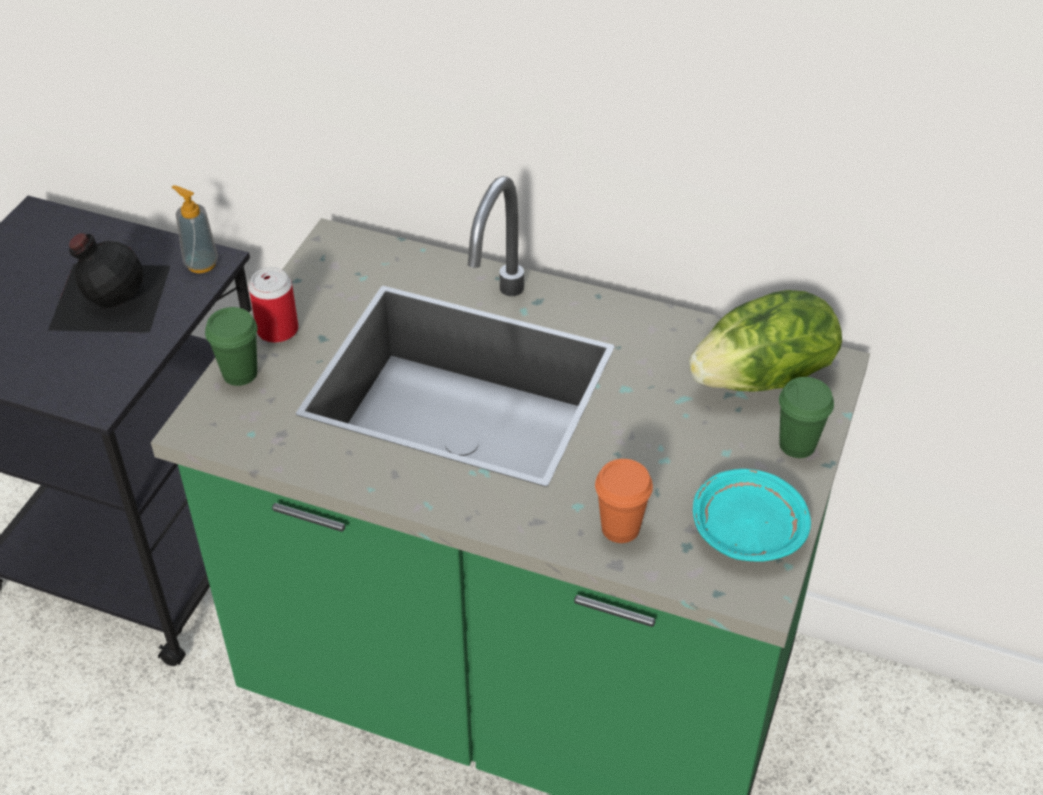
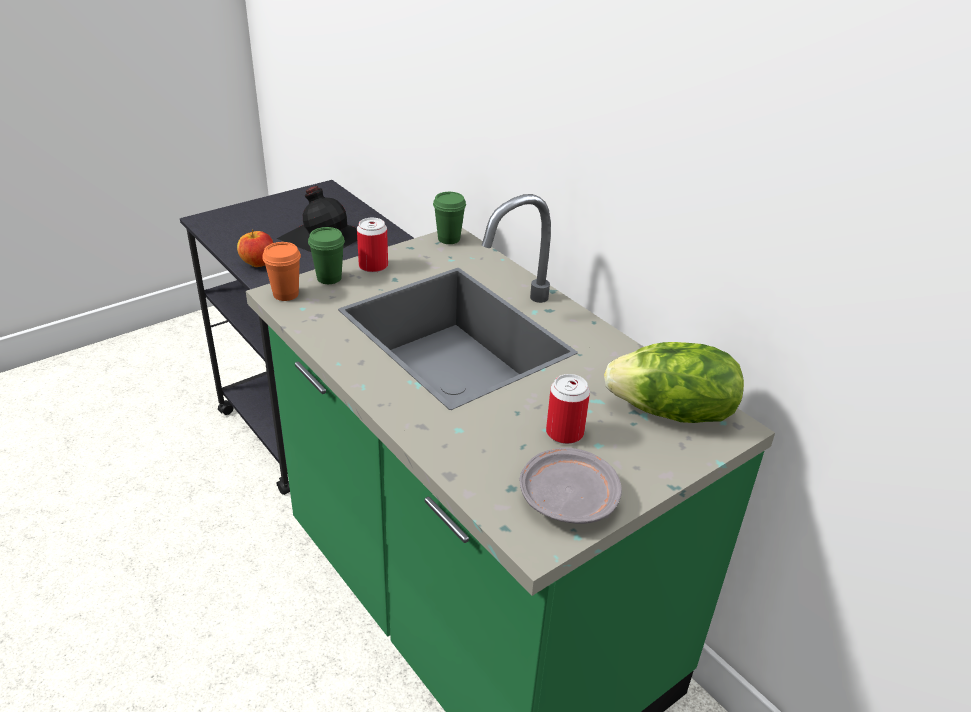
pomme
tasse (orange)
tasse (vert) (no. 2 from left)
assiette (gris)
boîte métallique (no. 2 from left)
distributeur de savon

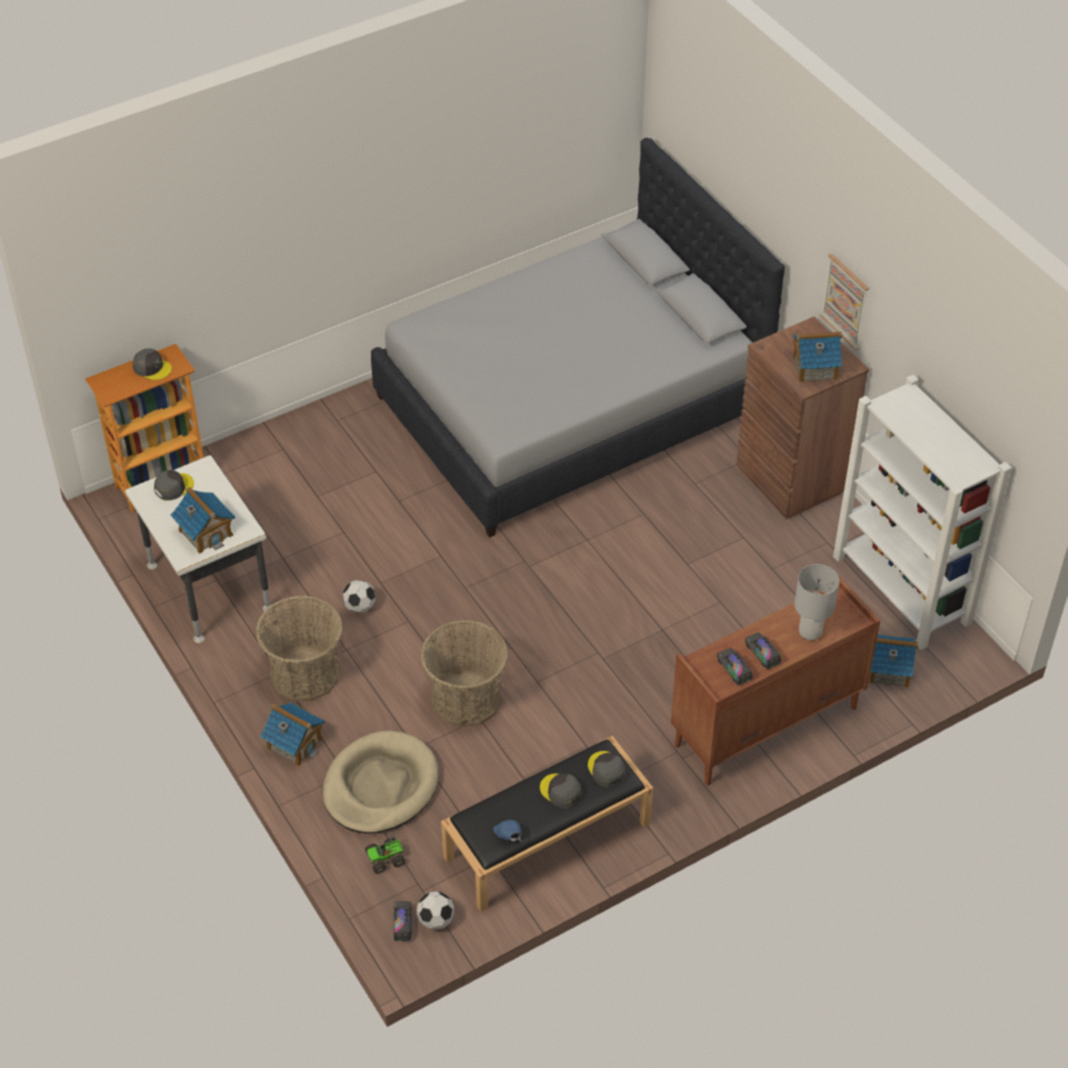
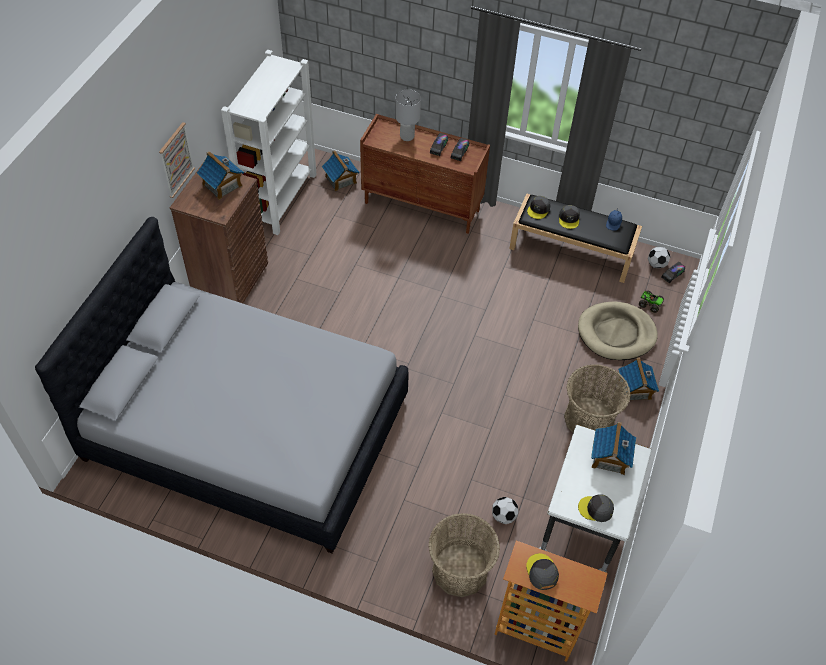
panier (no. 1 from left)
ballon de foot (no. 1 from left)

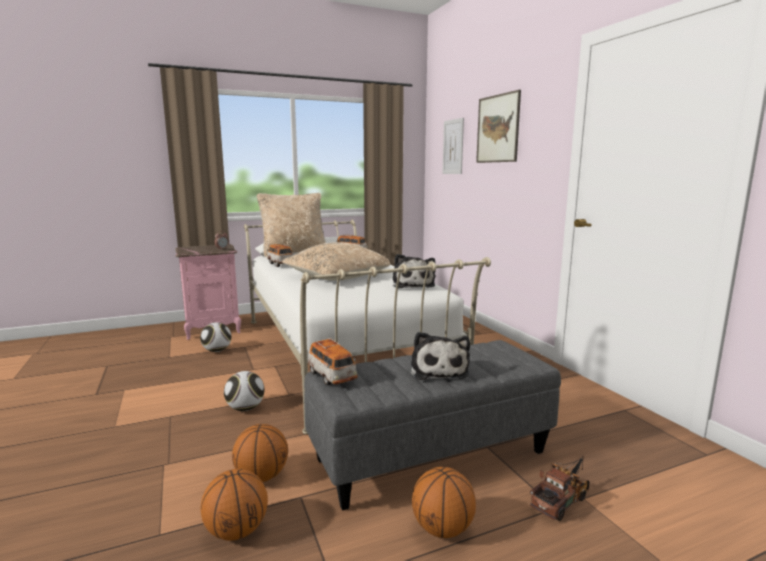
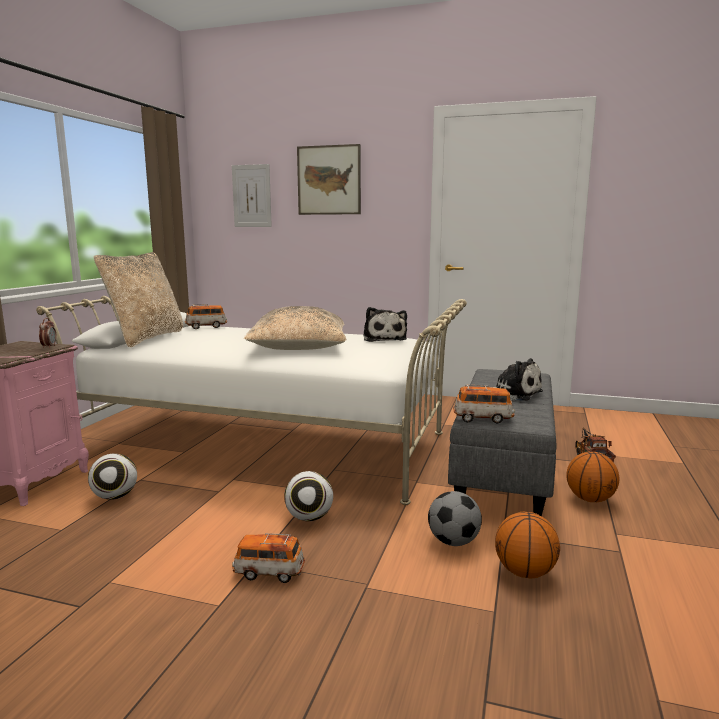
petite voiture (no. 2 from left)
peluche (no. 1 from left)
ballon de foot (no. 3 from left)

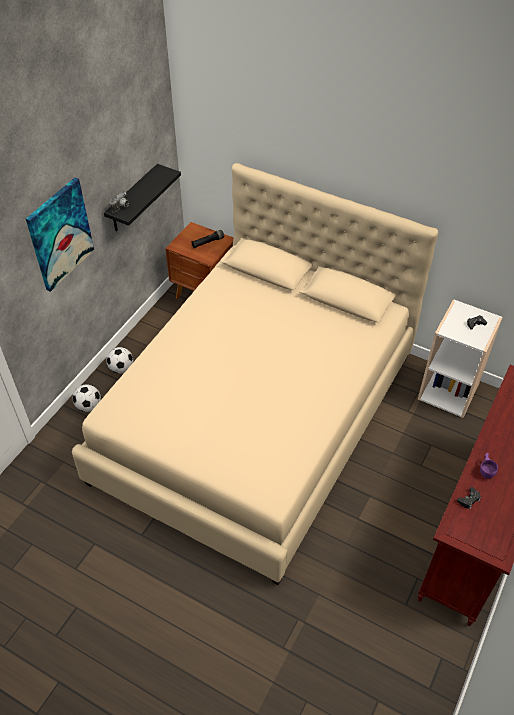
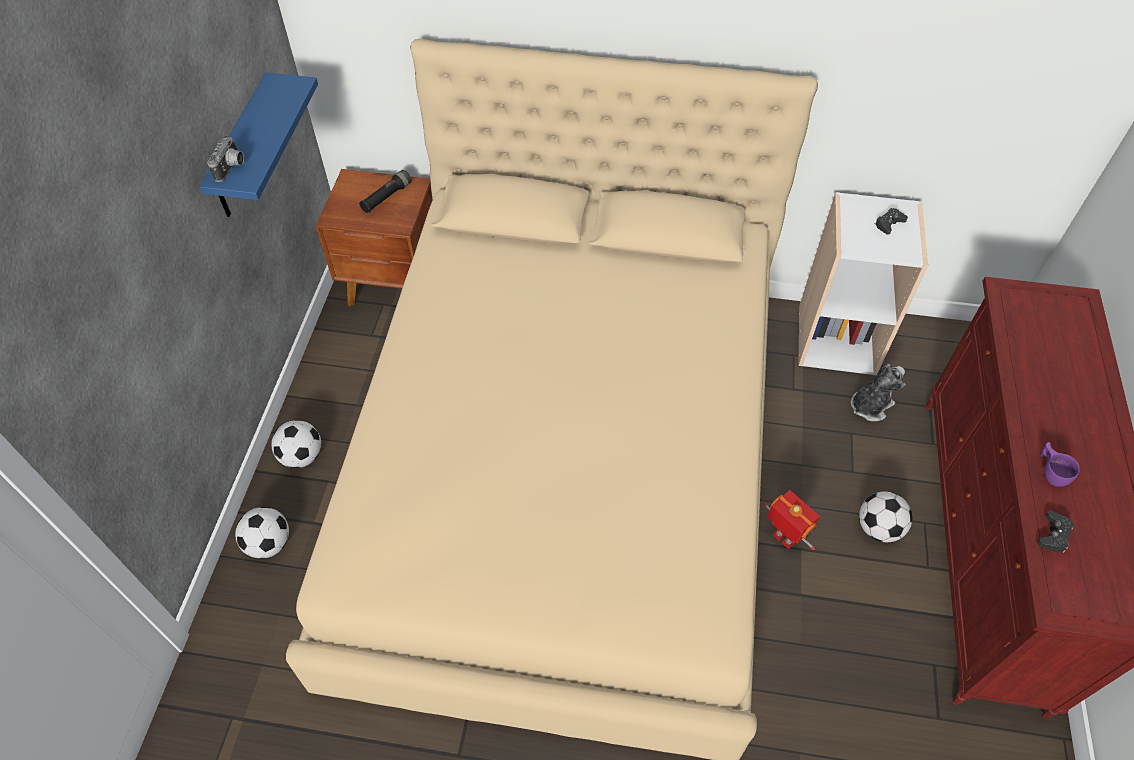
étagère (bleu)
robot jouet
peluche
ballon de foot (no. 3 from left)
tableau

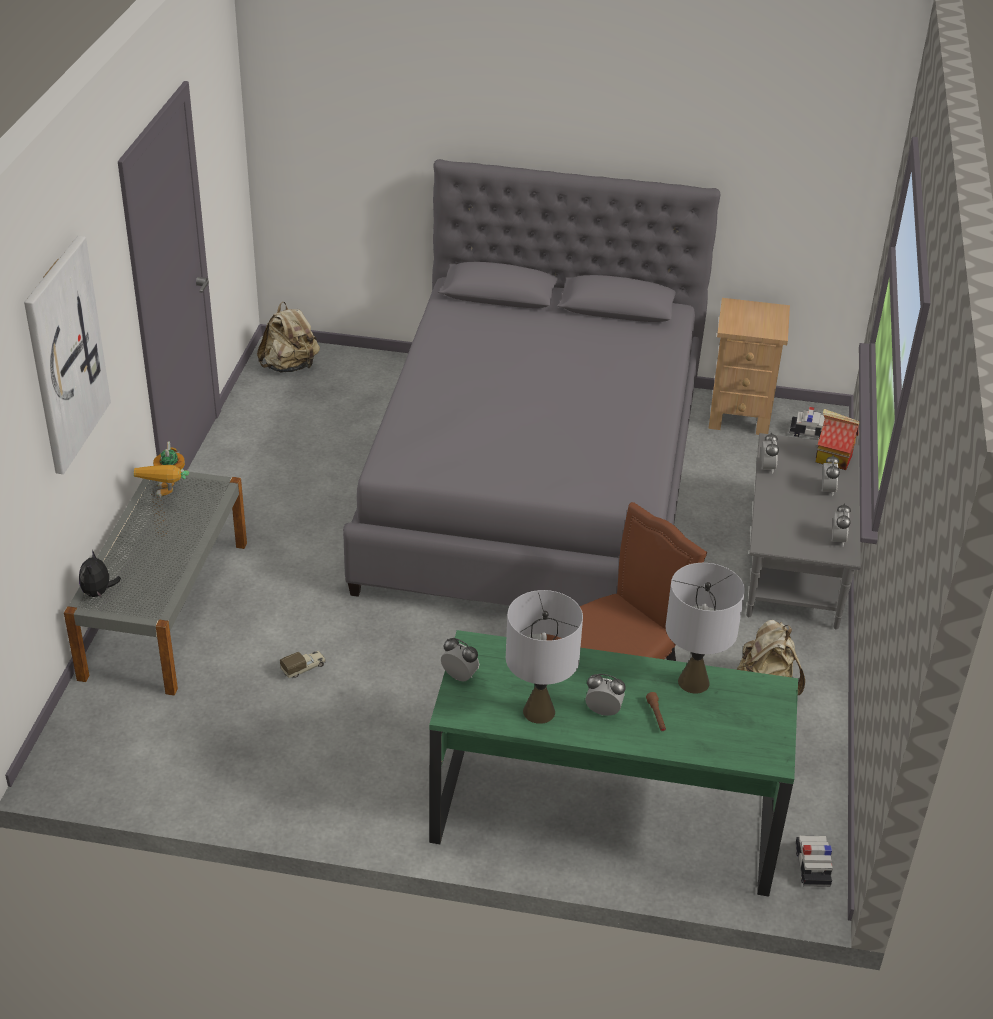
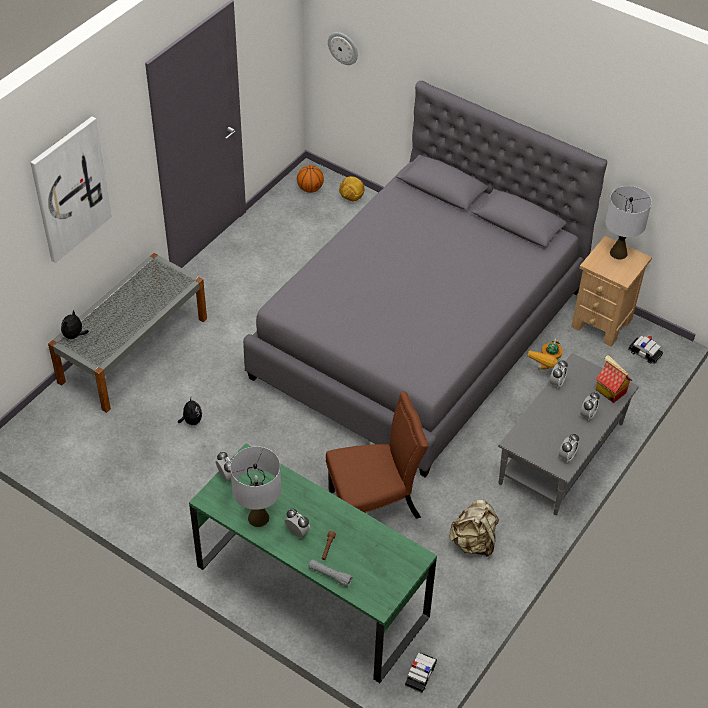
peluche (no. 2 from left)
ballon de basket
lampe de poche (gris)
horloge murale
ballon de foot
robot jouet
lampe de table (gris) (no. 2 from left)

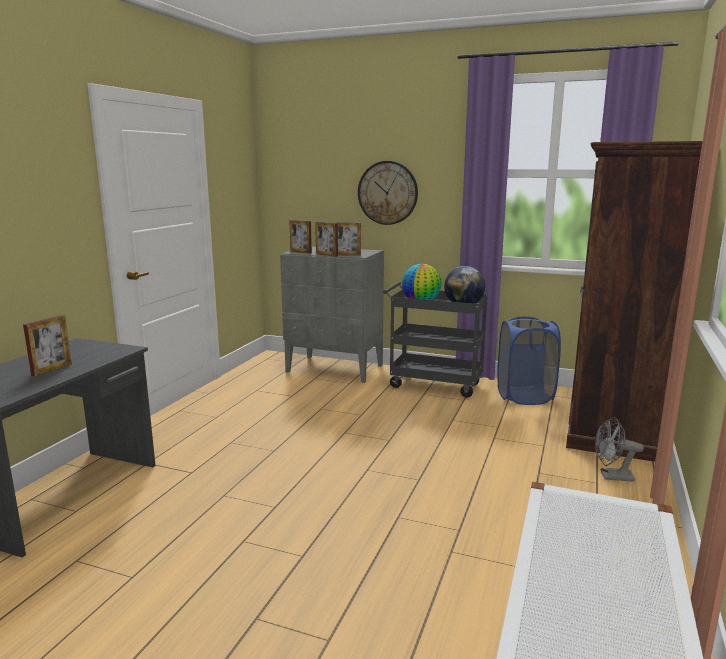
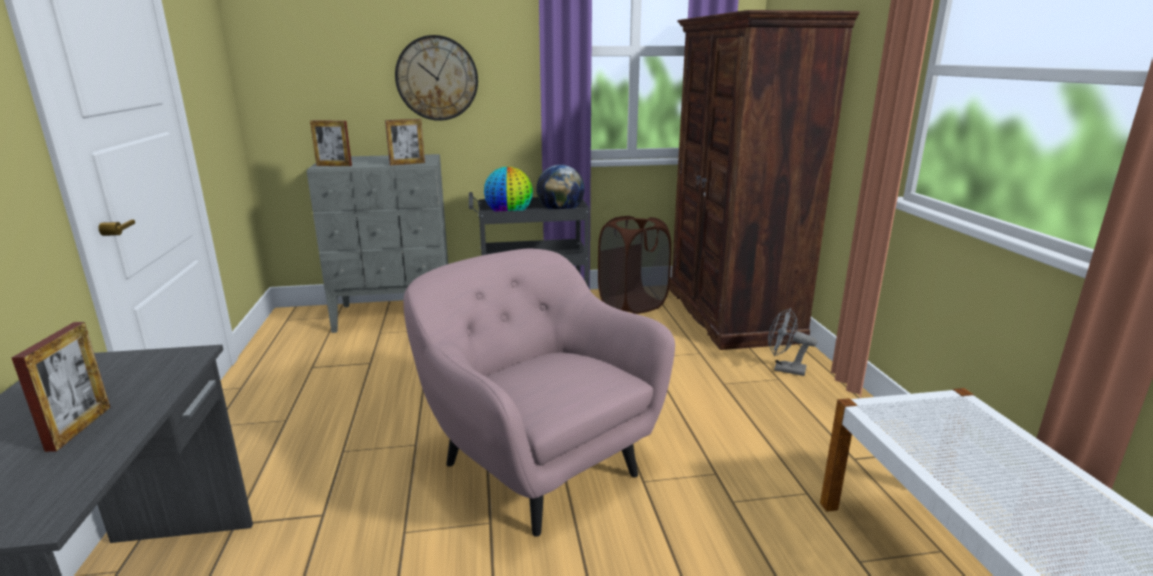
fauteuil (rose)
panier à linge (marron)
ventilateur (gris)
cadre photo (no. 3 from left in the first image)

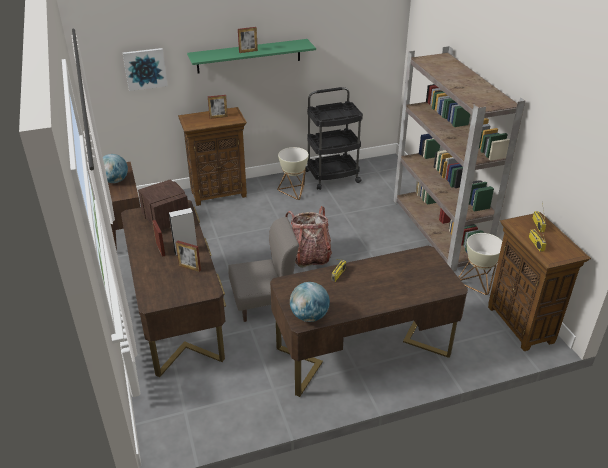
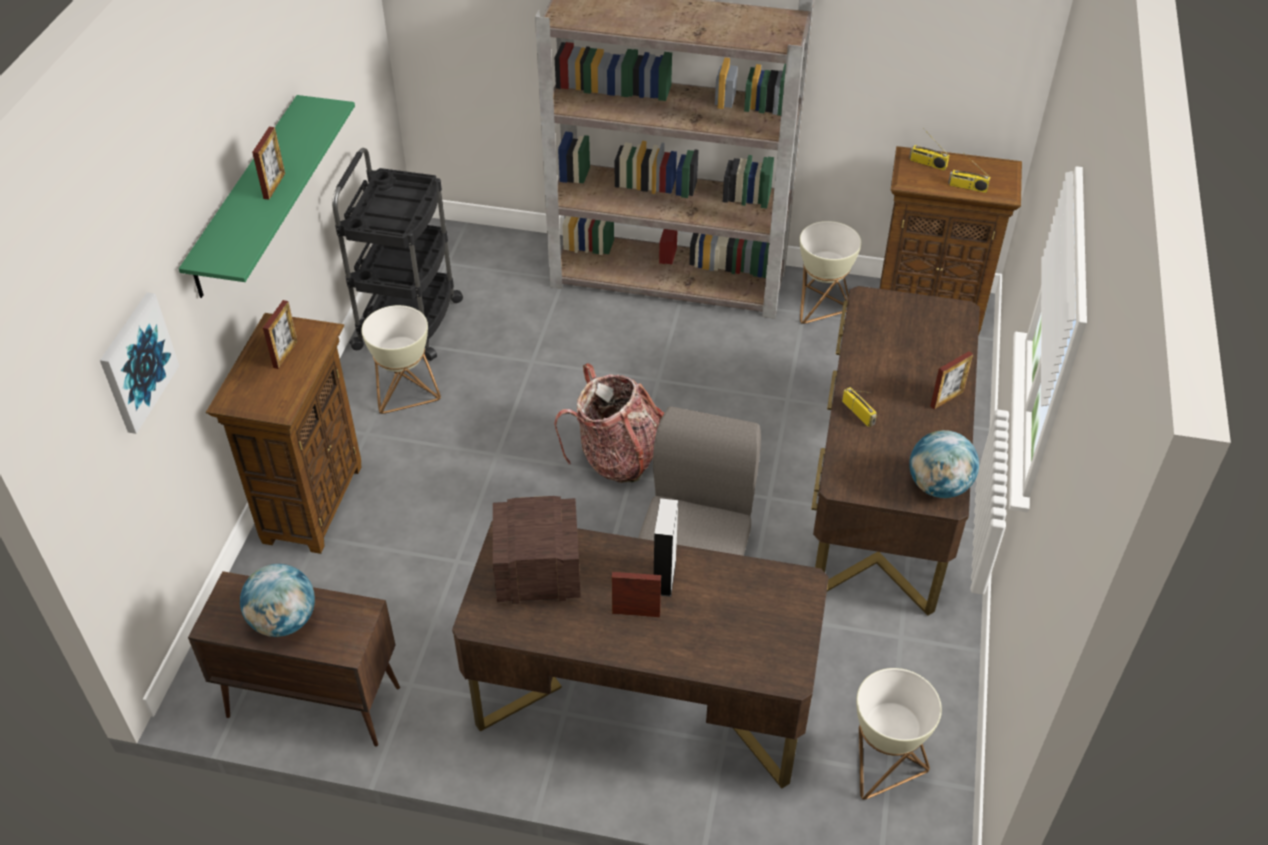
cache-pot (no. 3 from left)
cadre photo (no. 4 from left)

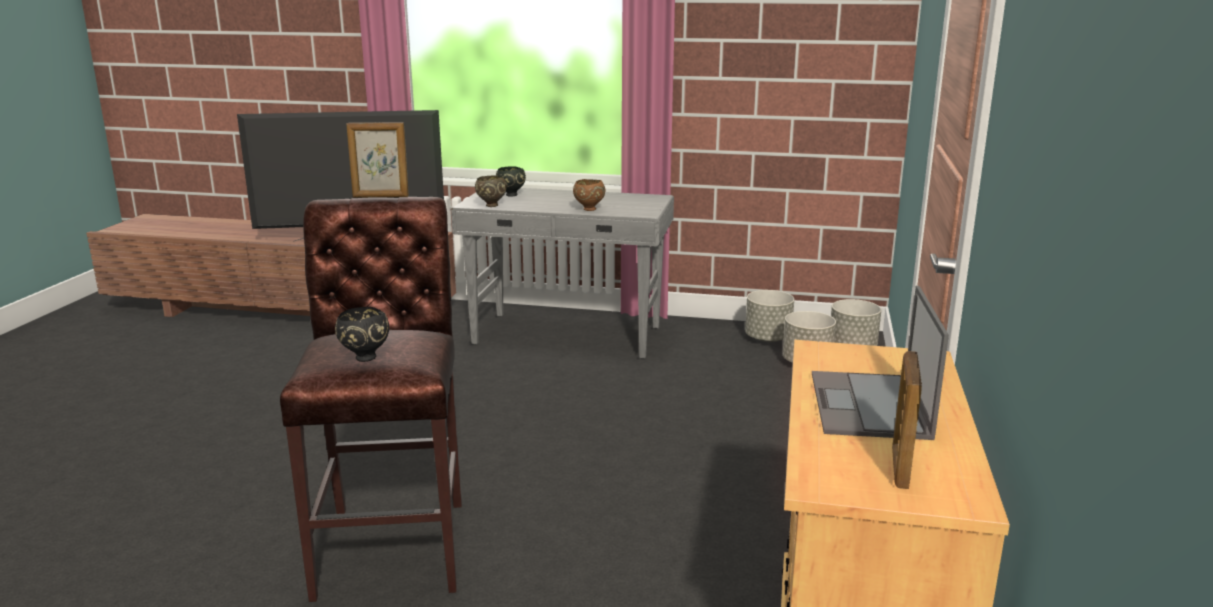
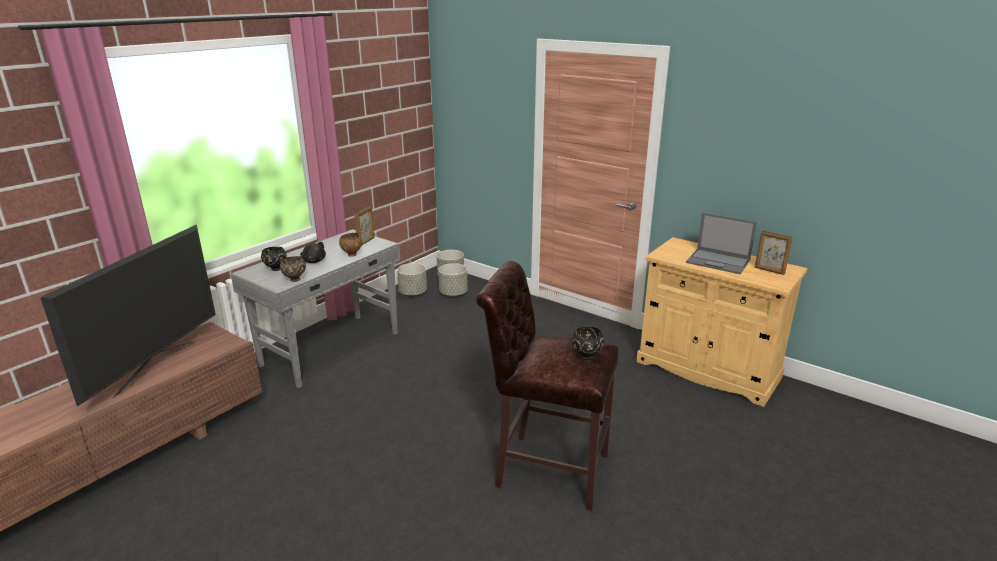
peluche (noir)
cadre photo (no. 1 from left)

